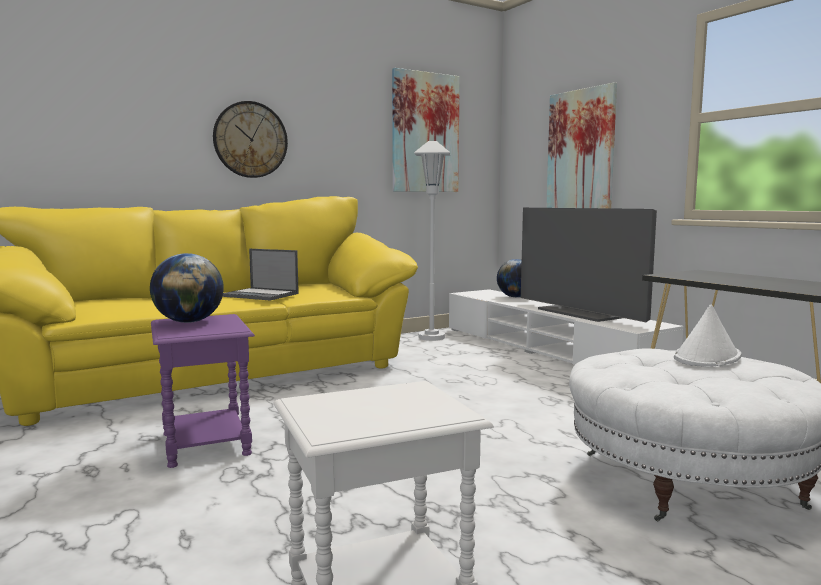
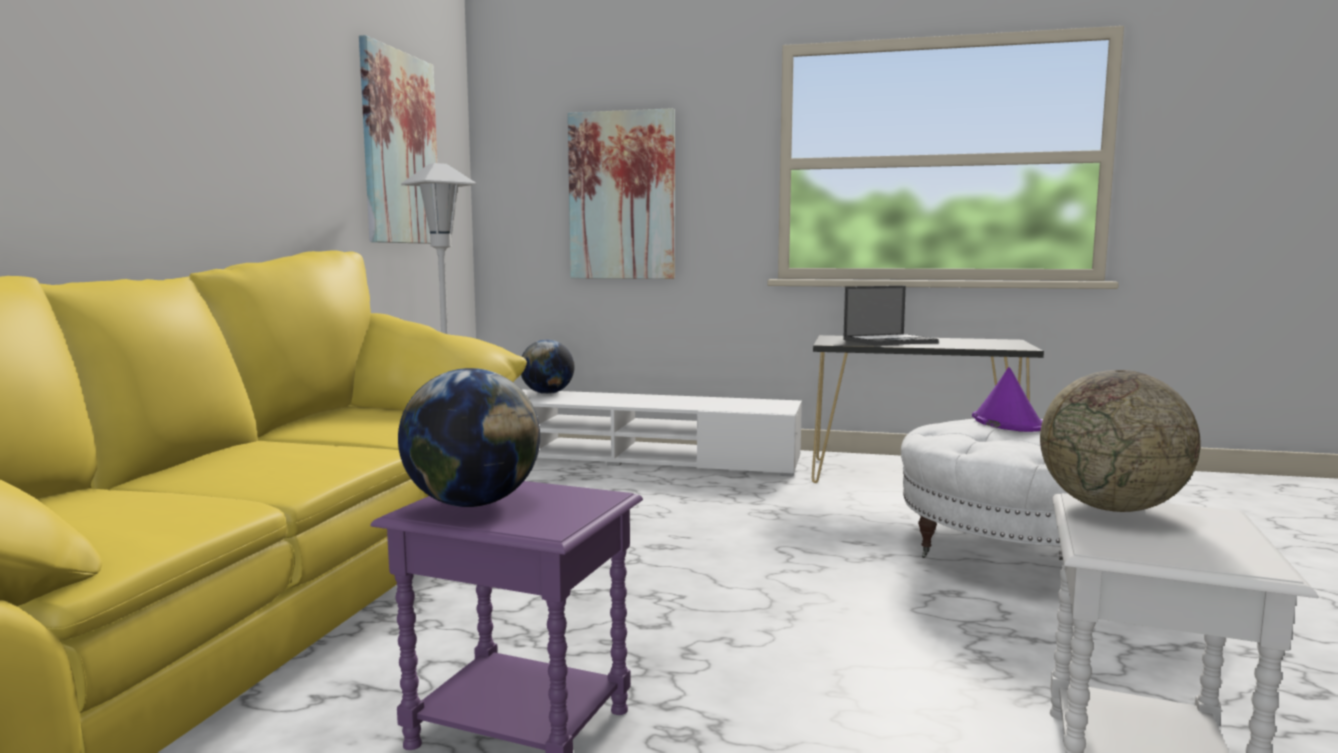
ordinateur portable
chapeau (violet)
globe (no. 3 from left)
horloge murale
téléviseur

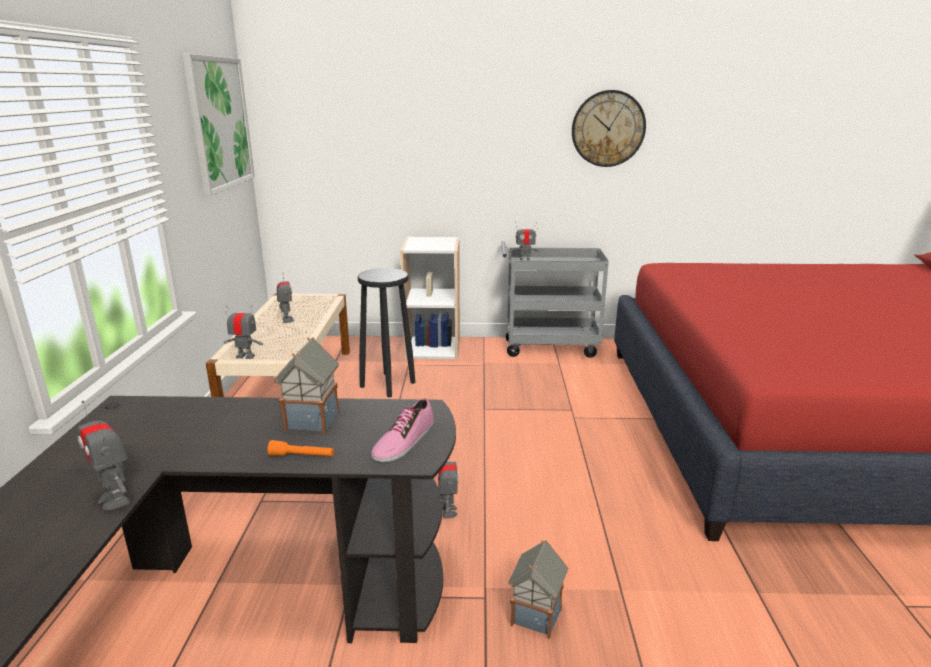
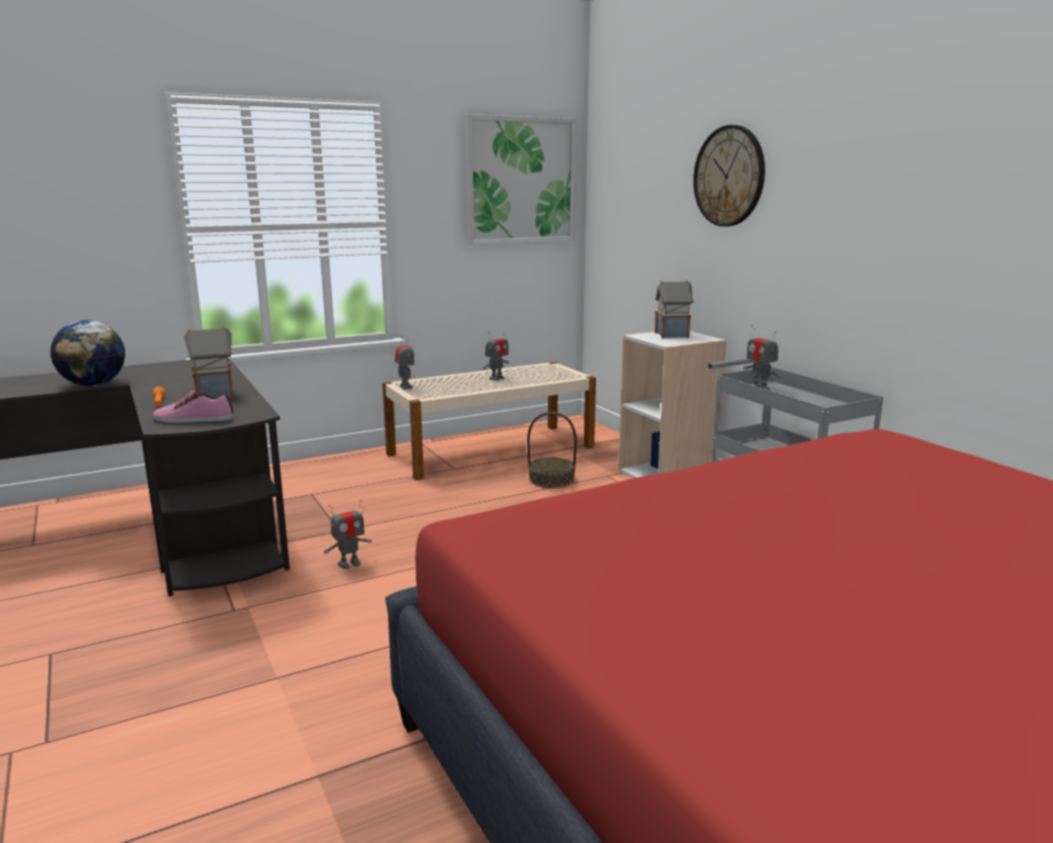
globe
panier
maison miniature (no. 2 from left)
horloge murale

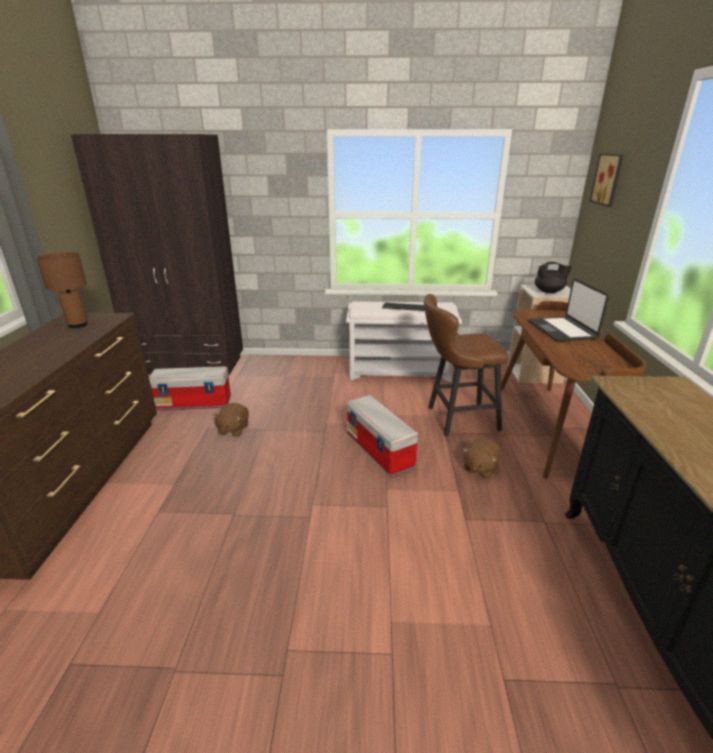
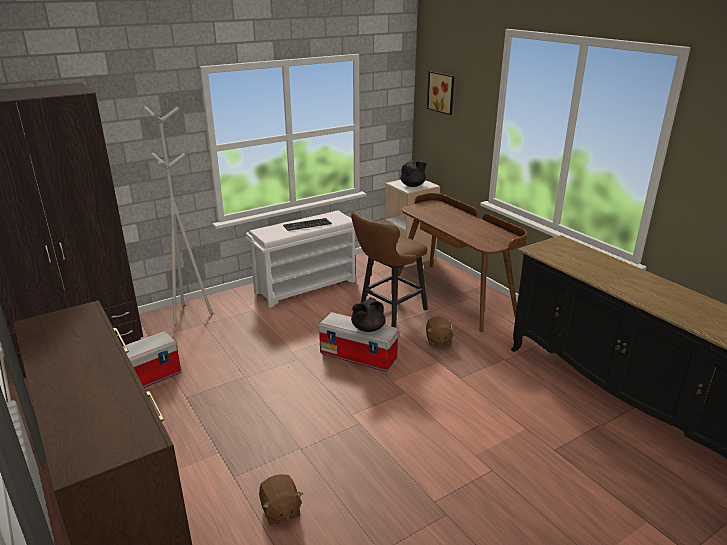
portant (gris)
peluche (marron) (no. 1 from left)
théière (noir) (no. 1 from left)
lampe de table (marron)
ordinateur portable

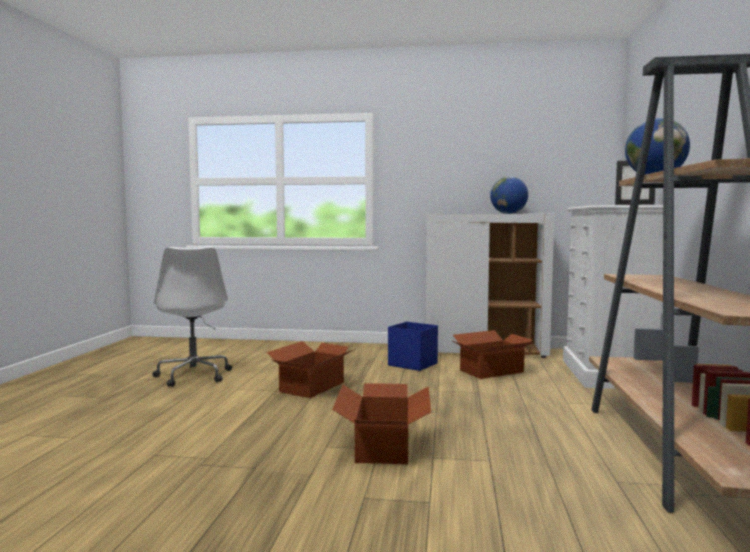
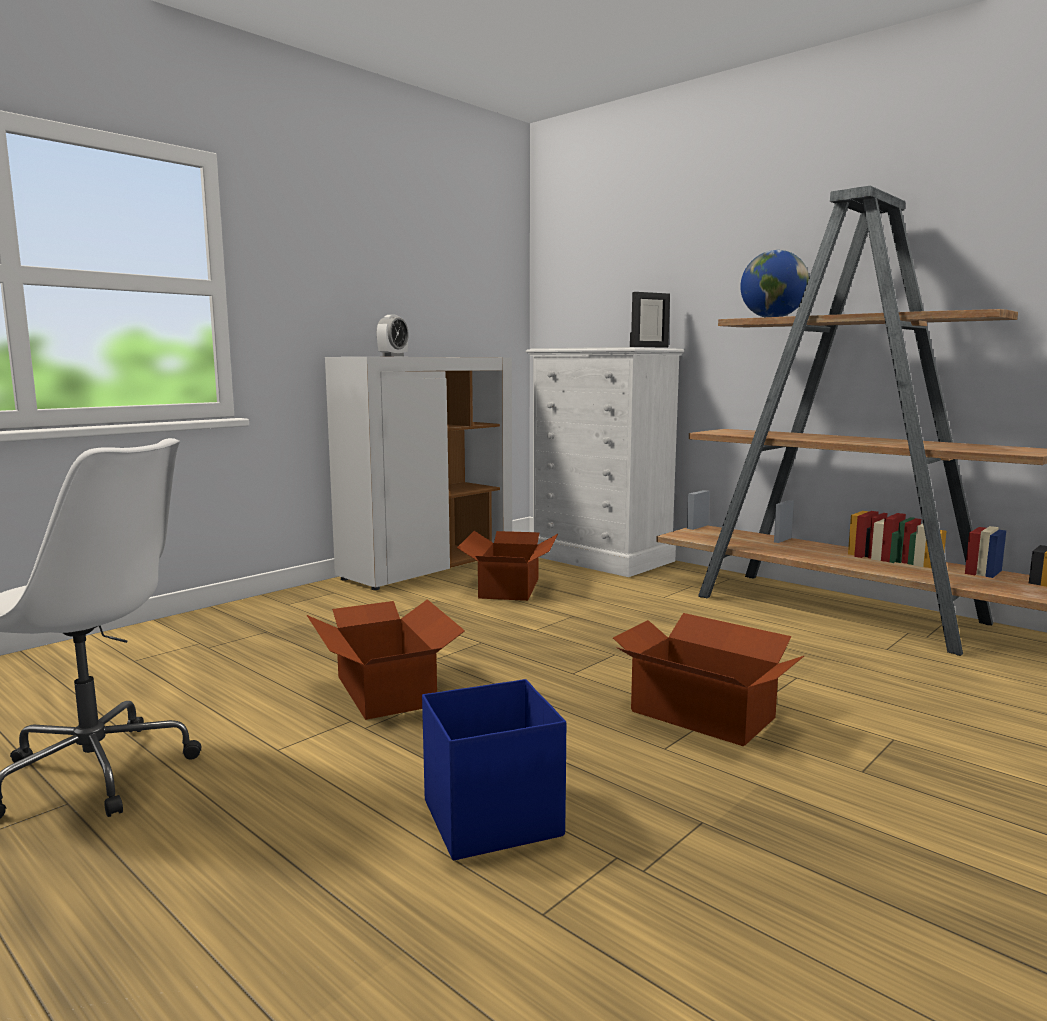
réveil
boîte de rangement (bleu)
globe (no. 1 from left in the first image)

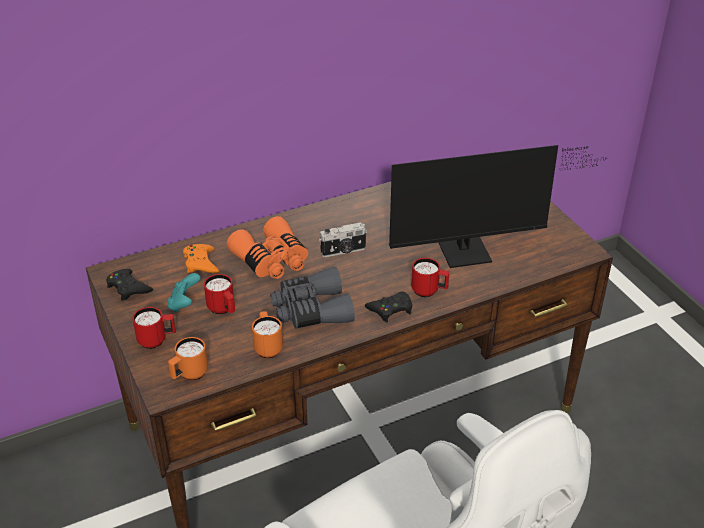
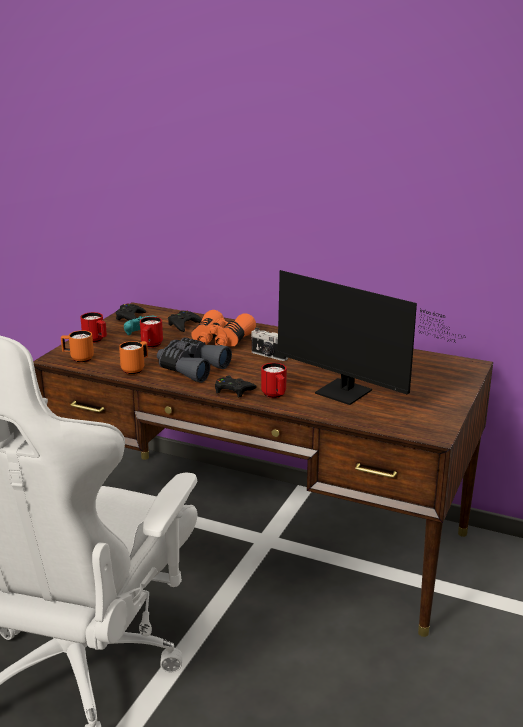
manette (noir) (no. 2 from left)

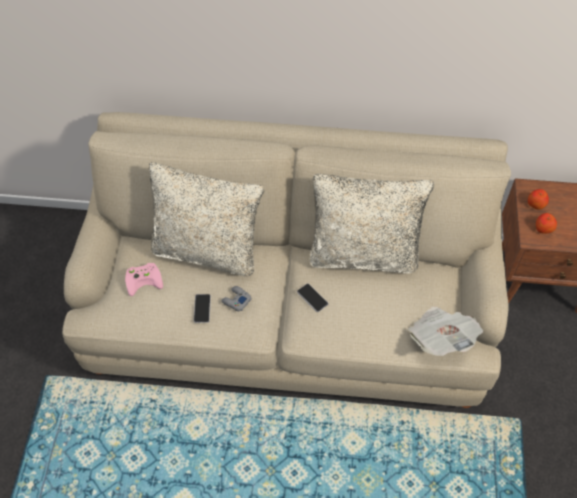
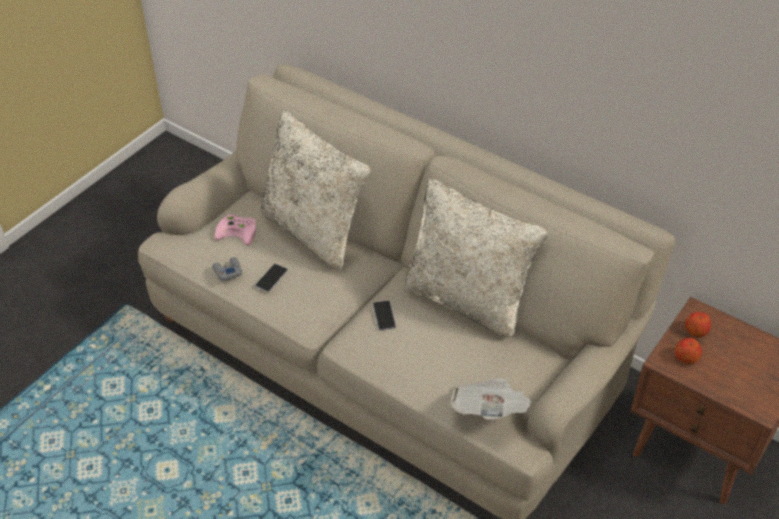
manette (gris)

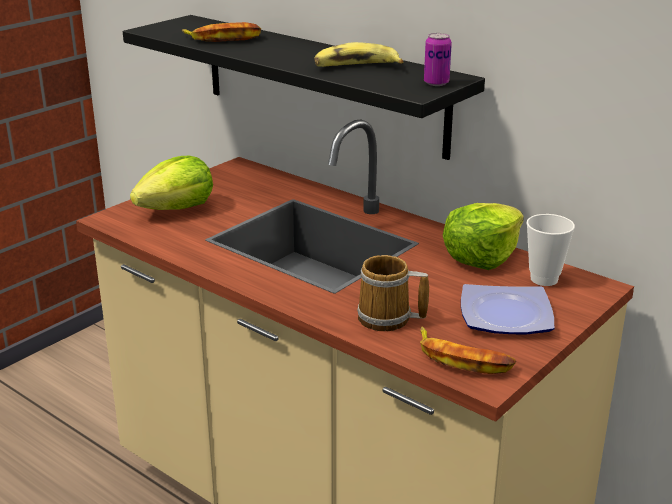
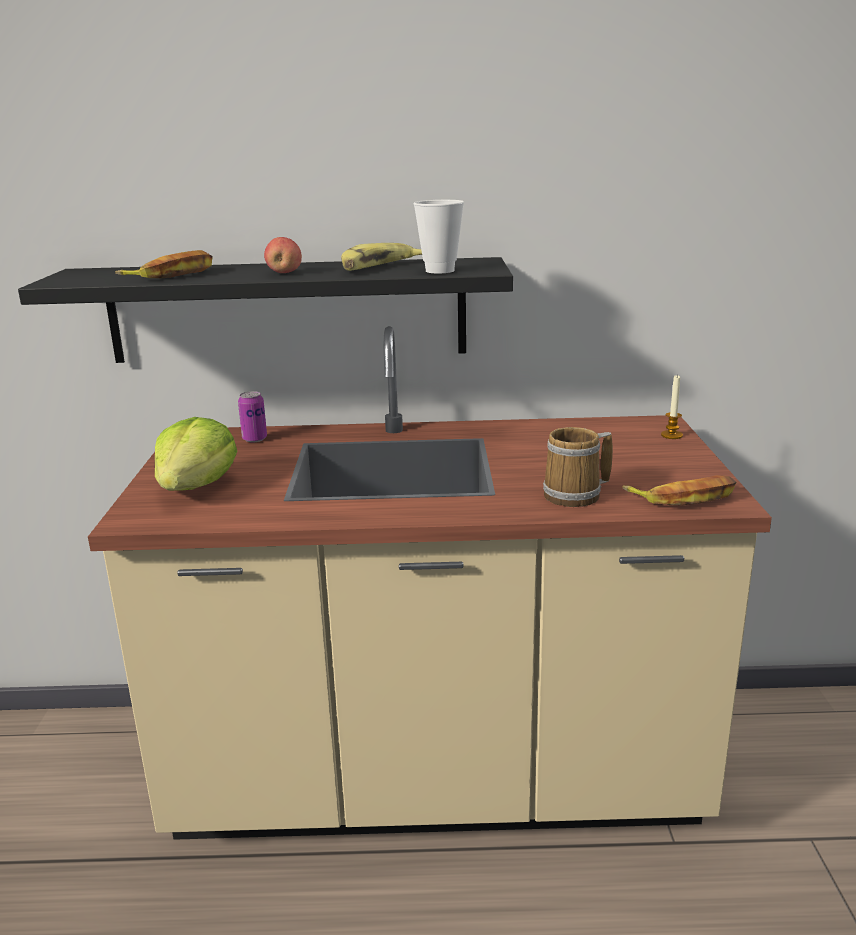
boîte métallique
pomme
tasse
bougie
laitue (no. 2 from left in the first image)
assiette

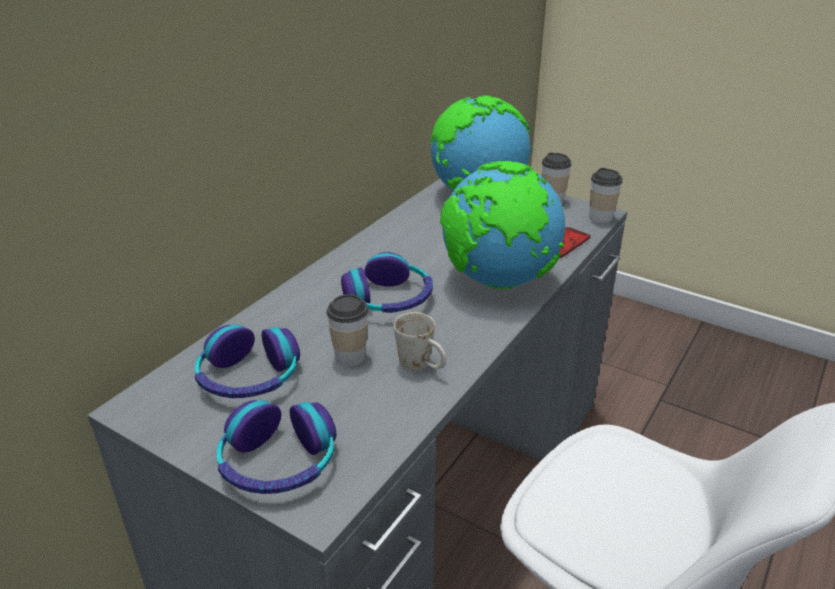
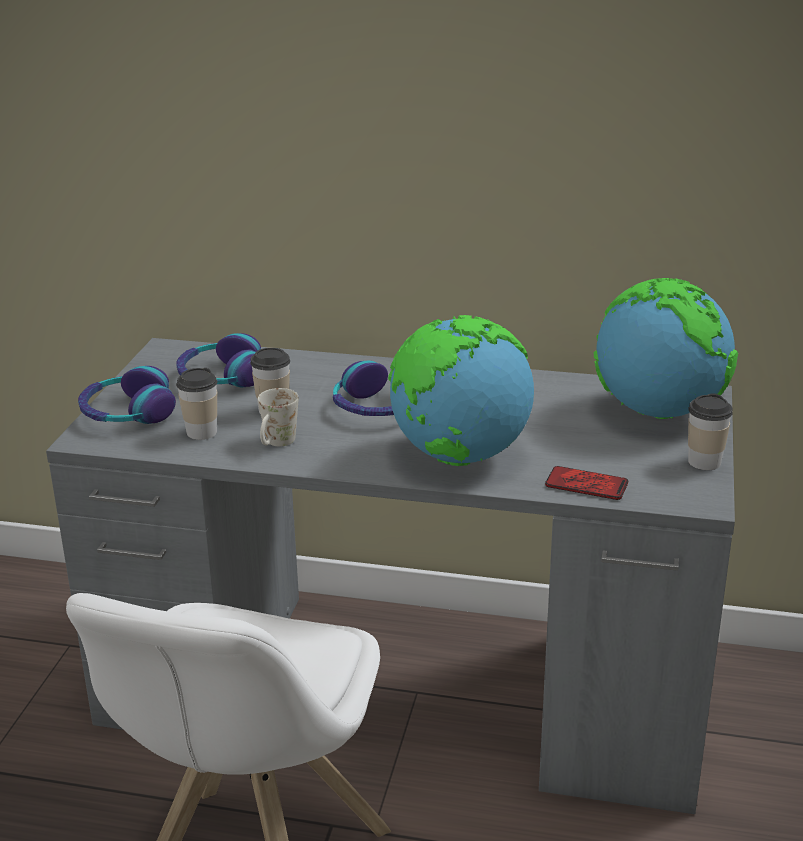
tasse (no. 1 from left)

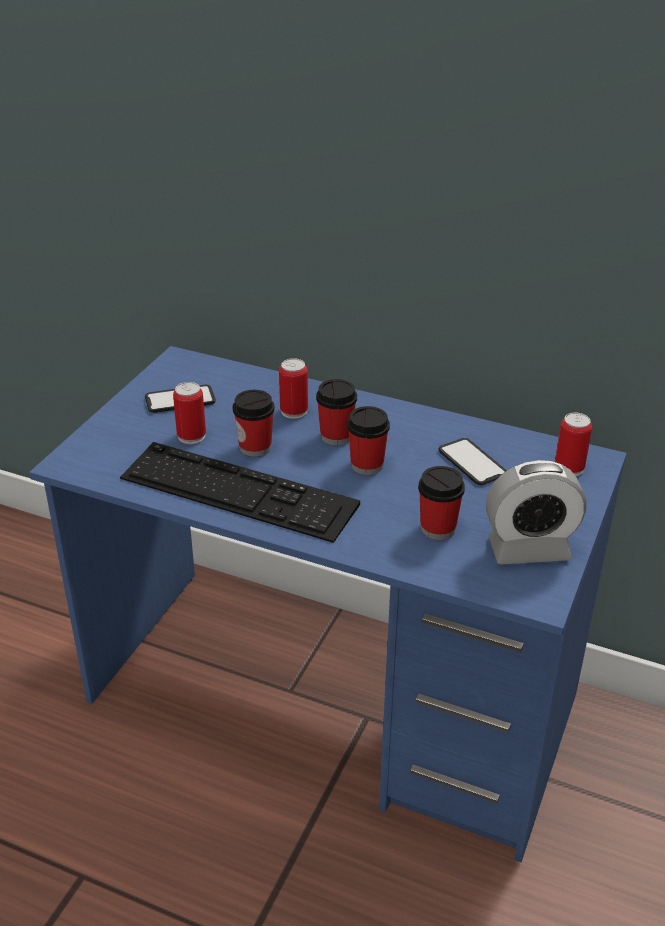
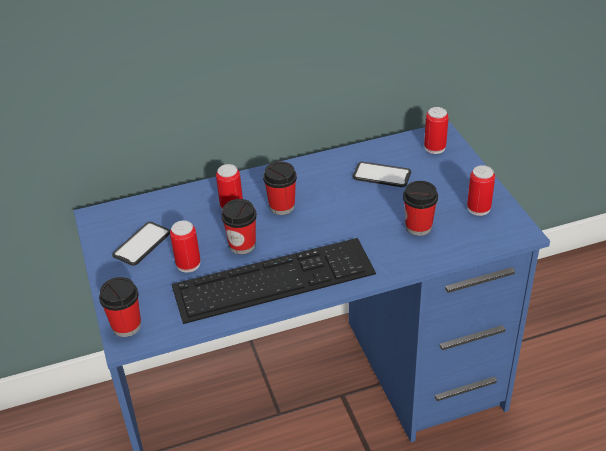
tasse (no. 1 from left)
boîte métallique (no. 4 from left)

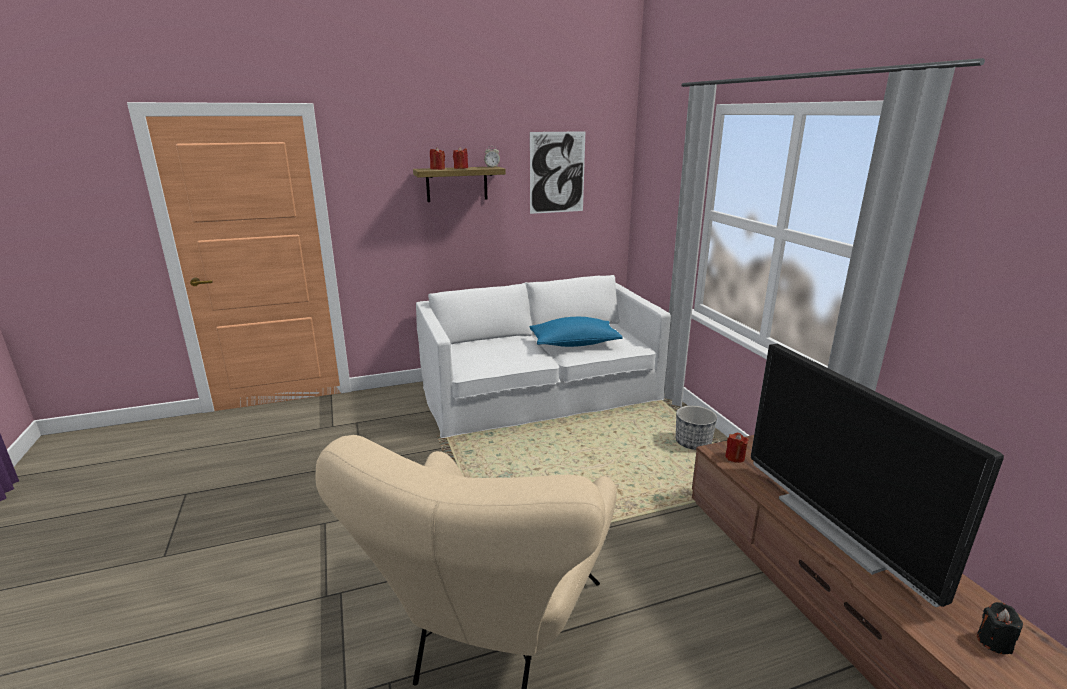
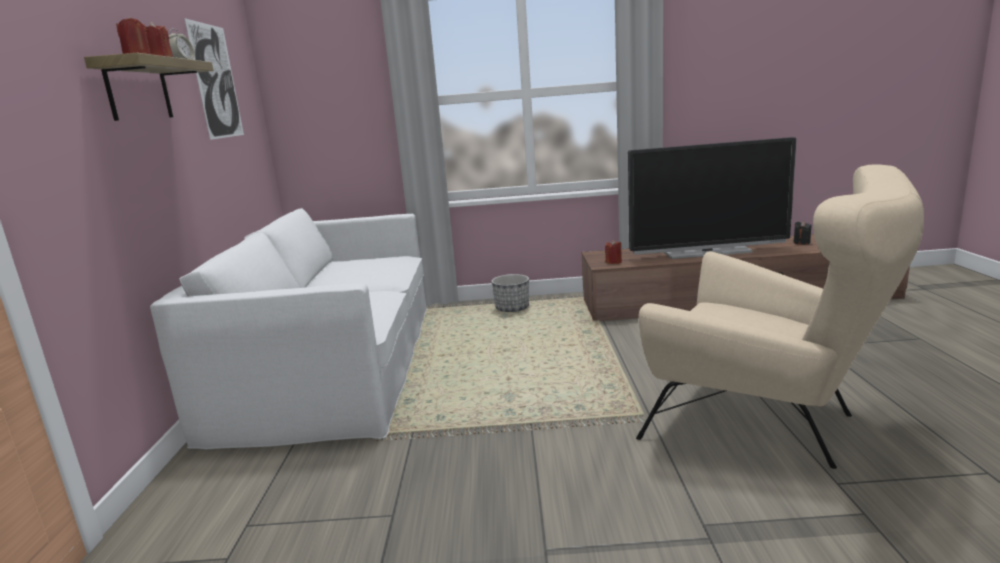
coussin (bleu)

